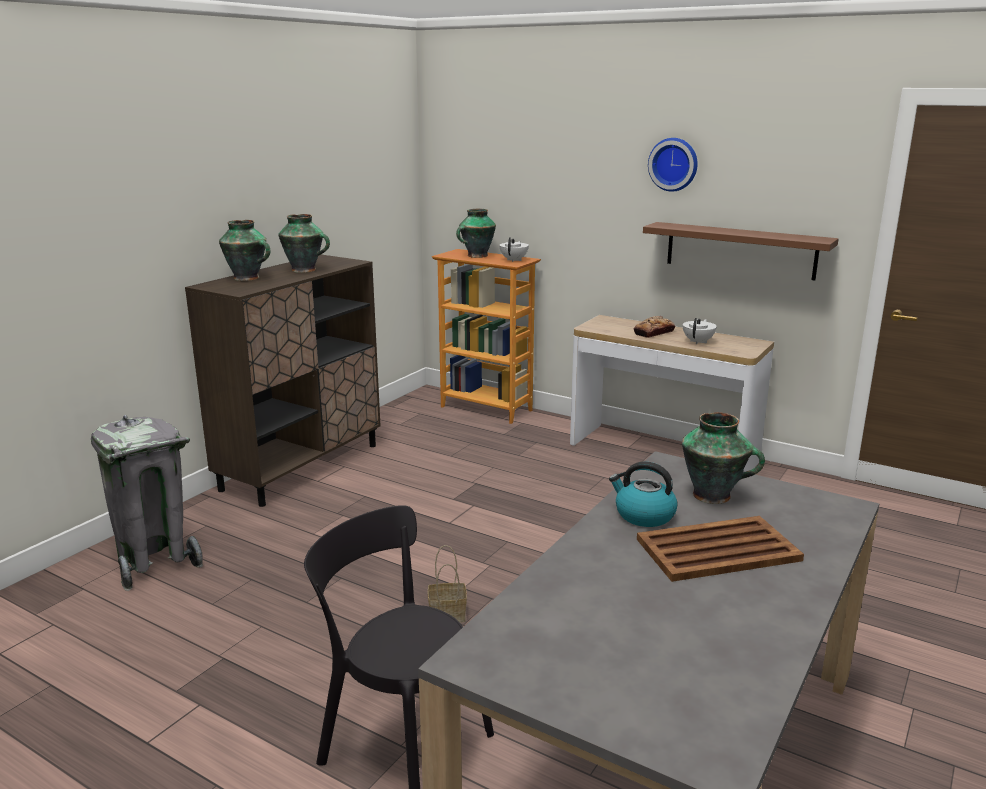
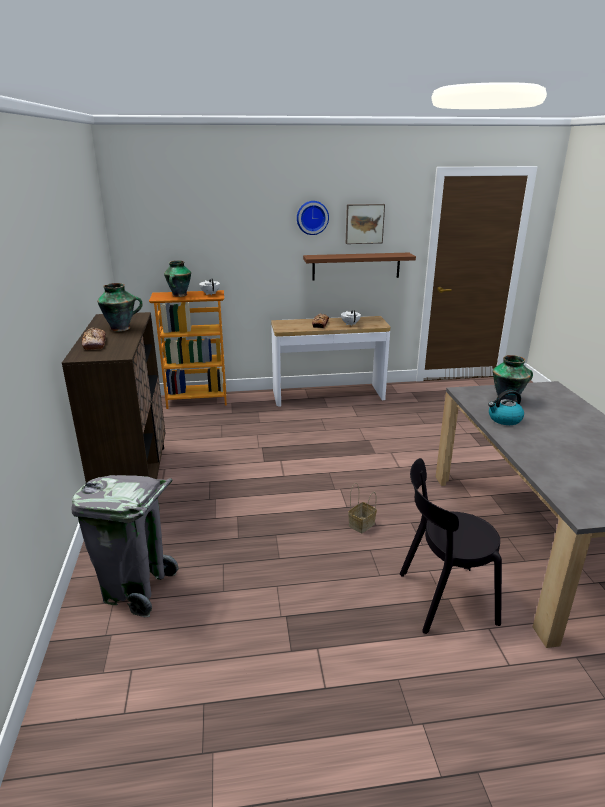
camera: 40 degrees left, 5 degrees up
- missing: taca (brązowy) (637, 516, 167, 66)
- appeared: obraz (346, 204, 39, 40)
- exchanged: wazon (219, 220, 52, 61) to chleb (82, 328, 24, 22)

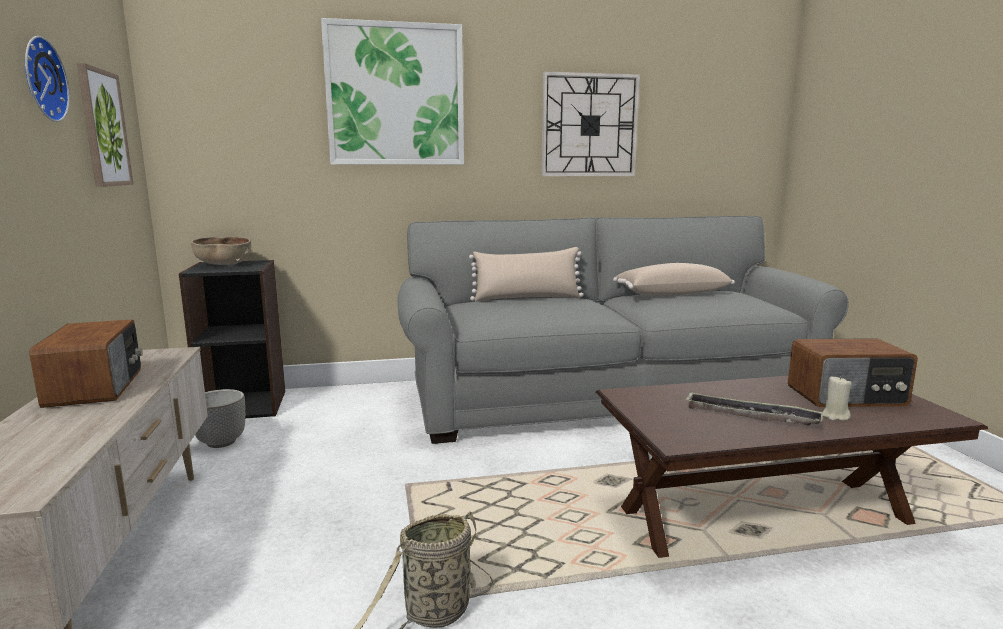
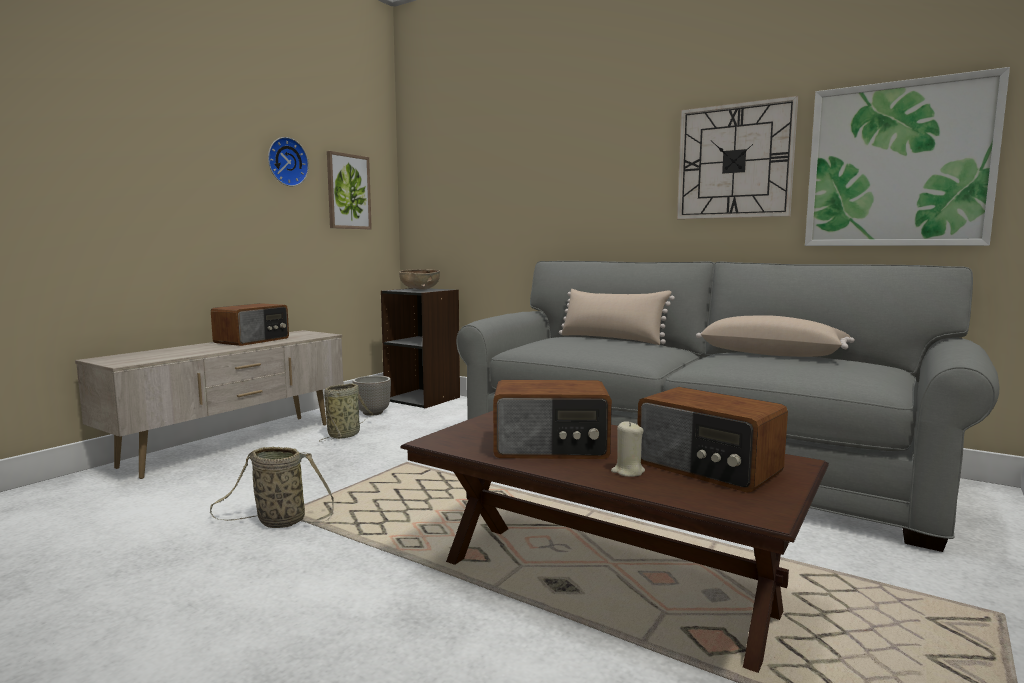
camera: 45 degrees right, 5 degrees down
- appeared: koszyk (319, 383, 54, 59)
- relocated: obraz (321, 18, 143, 147) to (805, 67, 205, 179)
- exchanged: taca (685, 392, 138, 34) to radio (493, 380, 119, 79)

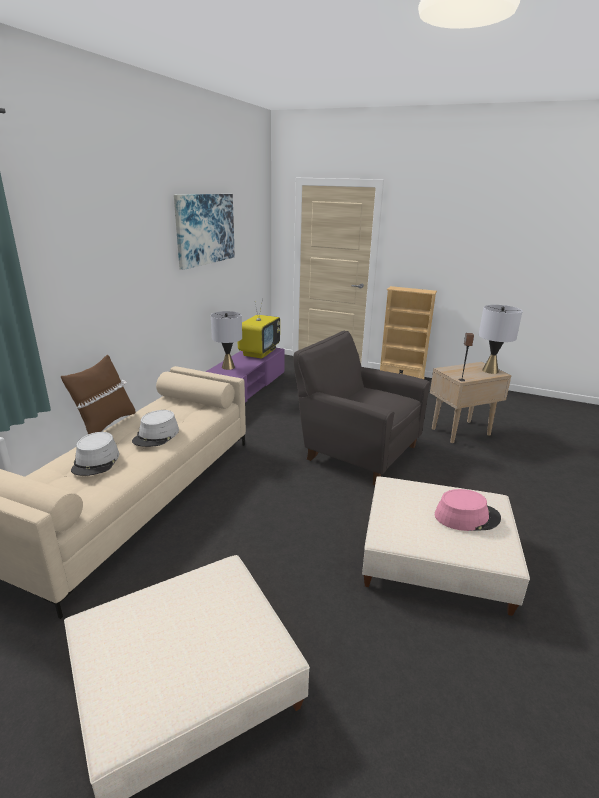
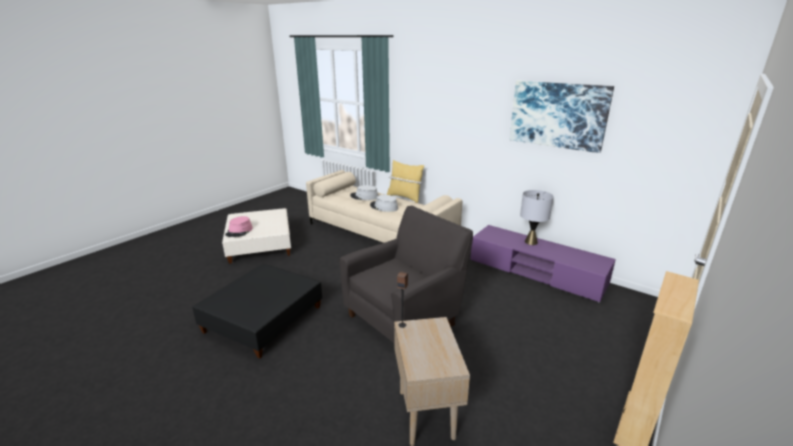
camera: 105 degrees right, 0 degrees up
- missing: telewizor (238, 298, 42, 61)
- missing: lampa stołowa (szary) (479, 305, 44, 69)
- relocated: kapelusz (różowy) (435, 489, 66, 42) to (225, 216, 28, 21)
- colour: poduszka (brązowy) (61, 355, 75, 79) to poduszka (żółty) (387, 160, 37, 43)
- colour: pufa (beżowy) (362, 477, 168, 139) to pufa (czarny) (192, 264, 130, 95)

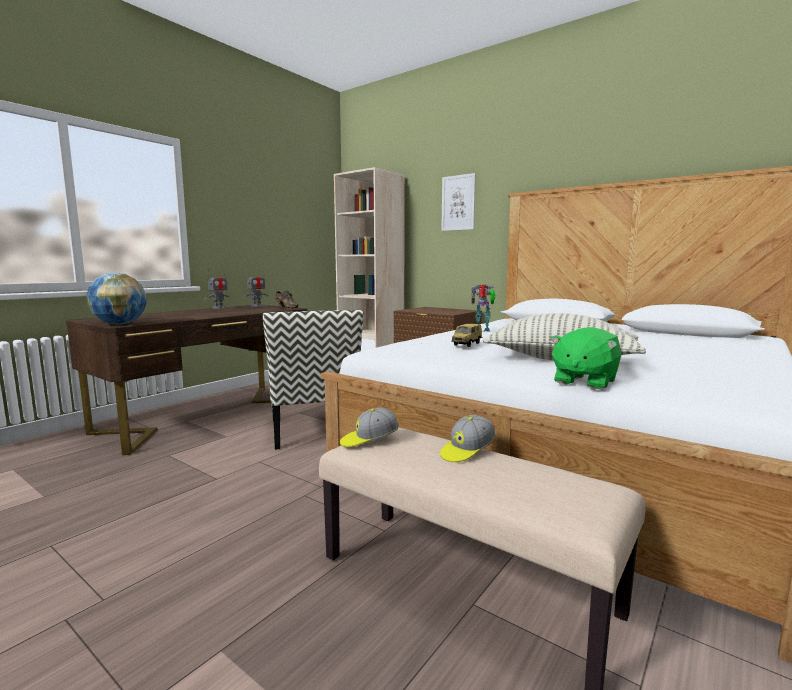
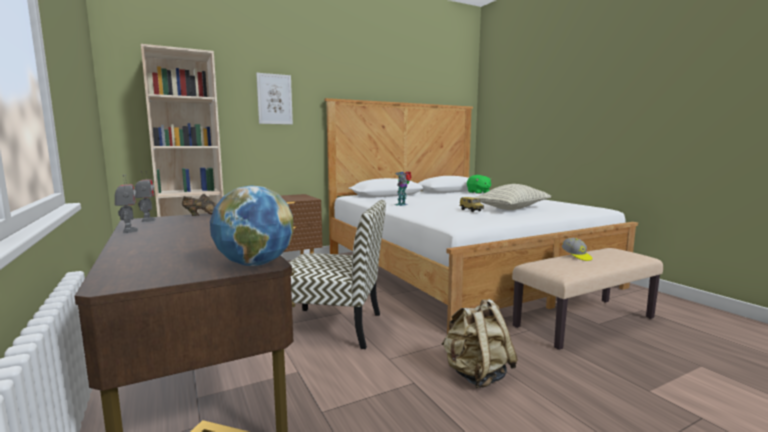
camera: 65 degrees left, 0 degrees up
- missing: czapka z daszkiem (340, 407, 59, 40)
- appeared: plecak (beżowy) (441, 299, 77, 89)
- relocated: pluszak (zielony) (550, 327, 72, 62) to (467, 175, 25, 19)

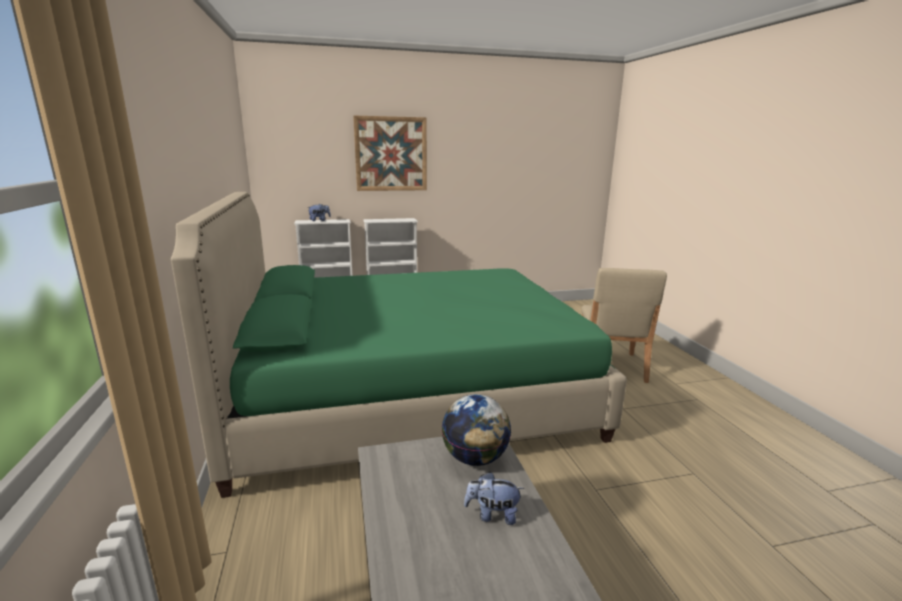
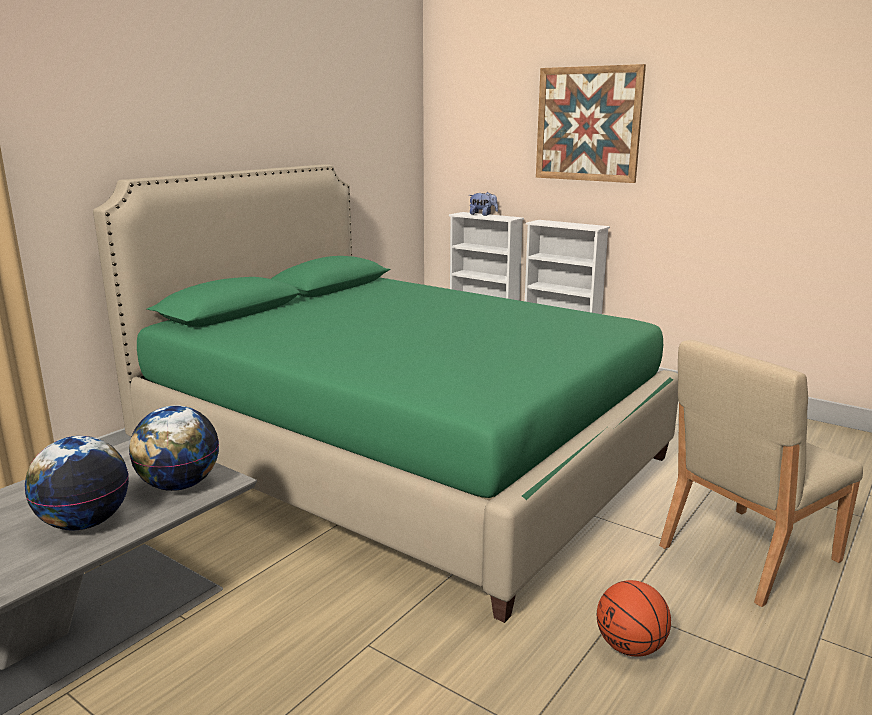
camera: 50 degrees right, 0 degrees up
- appeared: piłka do koszykówki (597, 580, 74, 77)
- exchanged: pluszak (464, 472, 60, 53) to globus (25, 436, 104, 95)

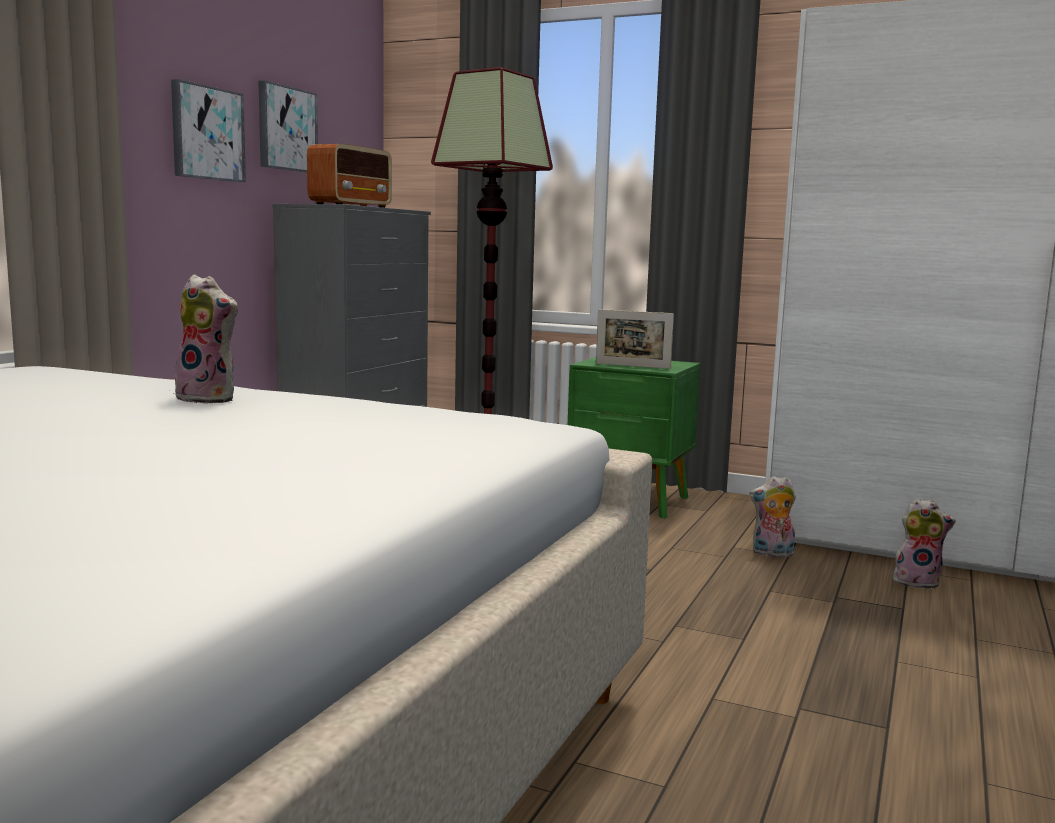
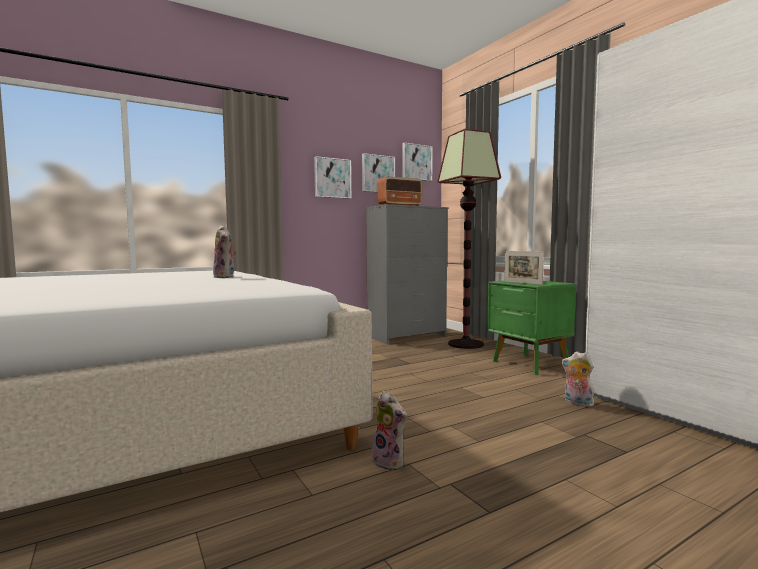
camera: 35 degrees right, 5 degrees down
- appeared: obraz (402, 143, 31, 38)
- relocated: pluszak (893, 498, 63, 91) to (372, 391, 35, 80)

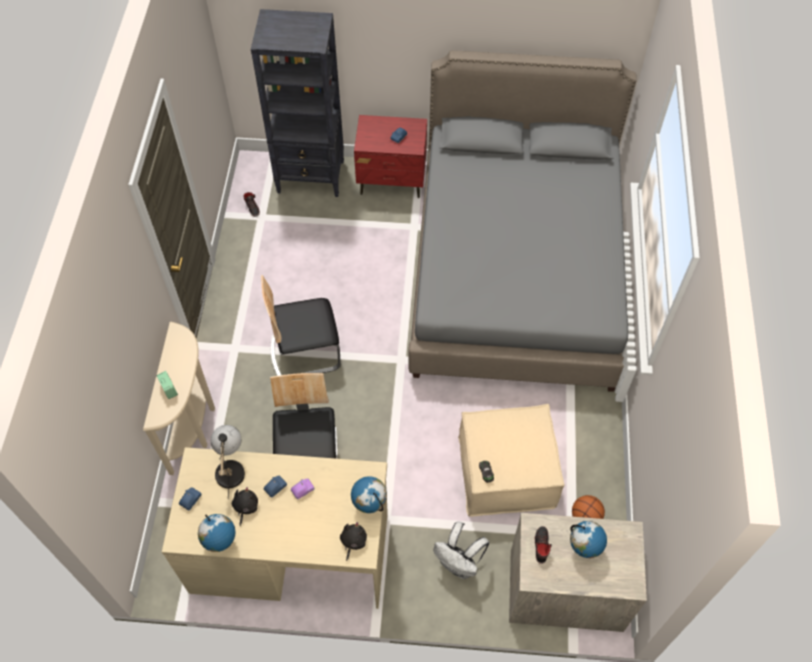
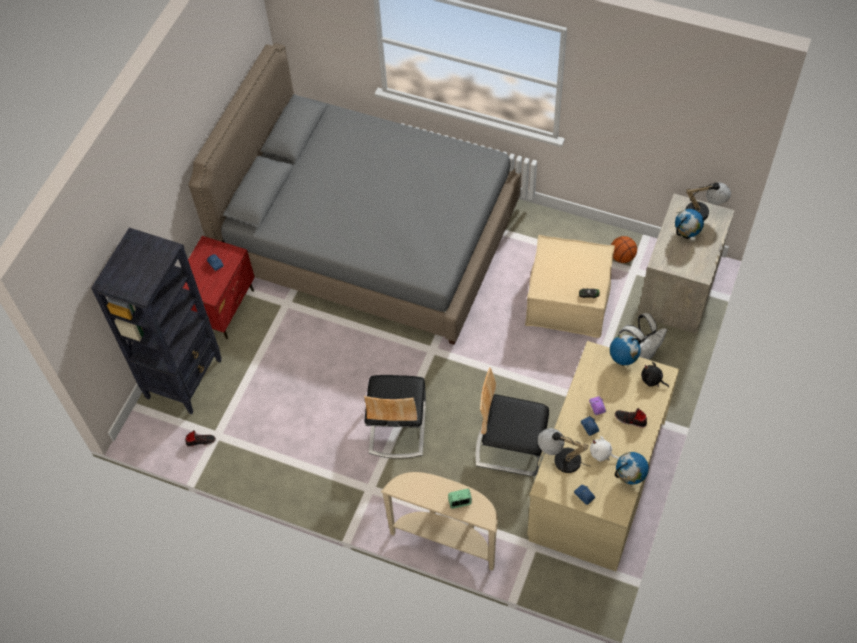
camera: 70 degrees left, 0 degrees up
- appeared: lampa stołowa (676, 182, 55, 38)
- relocated: but (czarny) (535, 526, 17, 38) to (615, 408, 32, 20)
- colour: pluszak (czarny) (232, 487, 26, 39) to pluszak (biały) (590, 436, 29, 25)

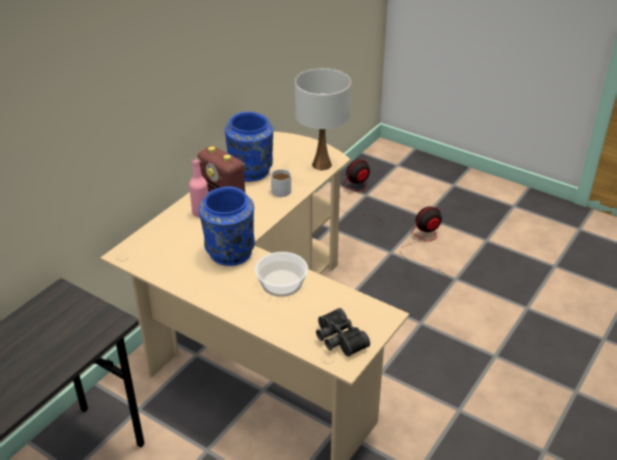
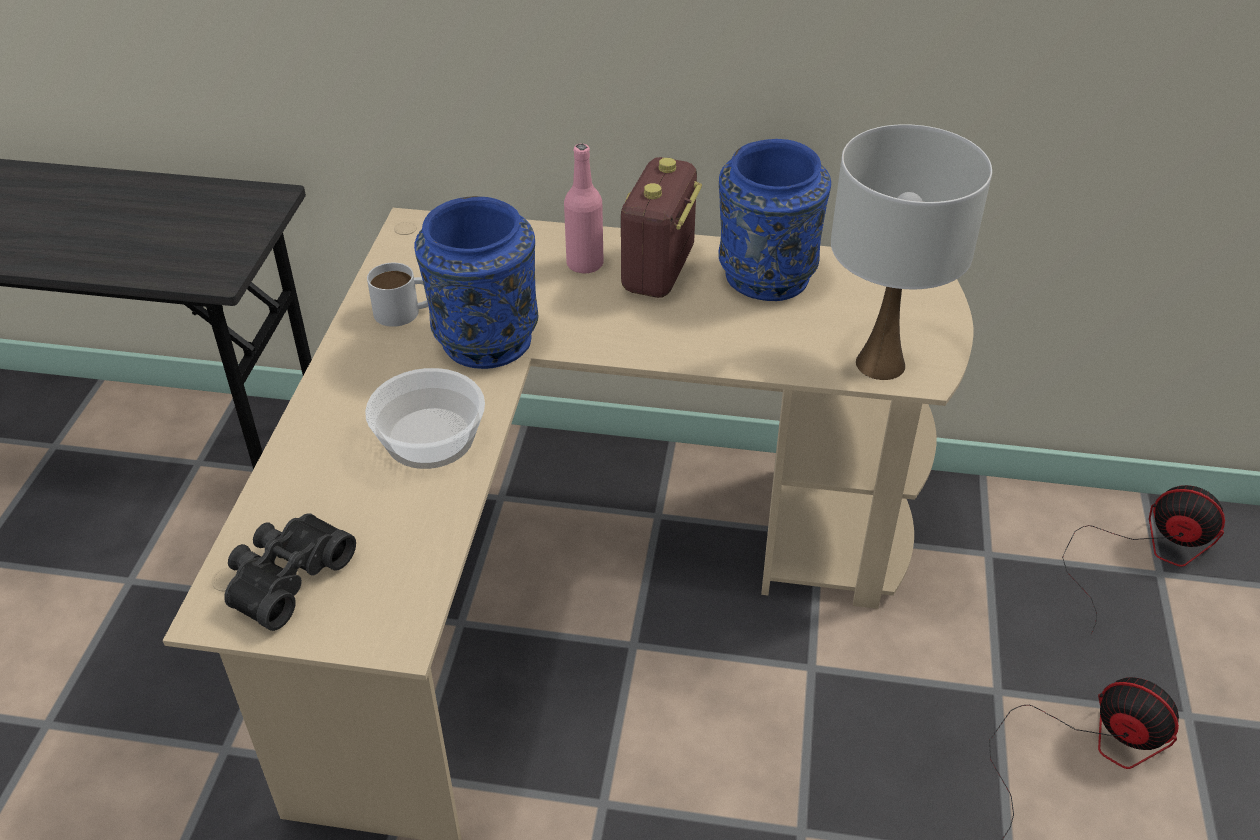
camera: 65 degrees right, 5 degrees up
- relocated: kubek (biały) (271, 169, 20, 28) to (367, 263, 61, 64)

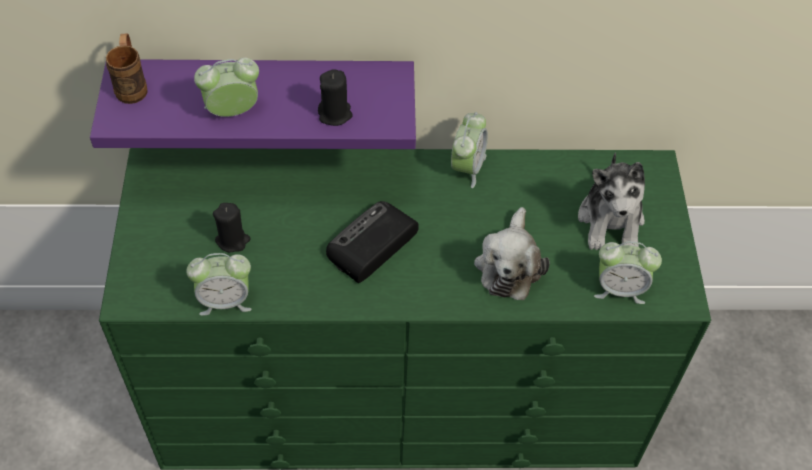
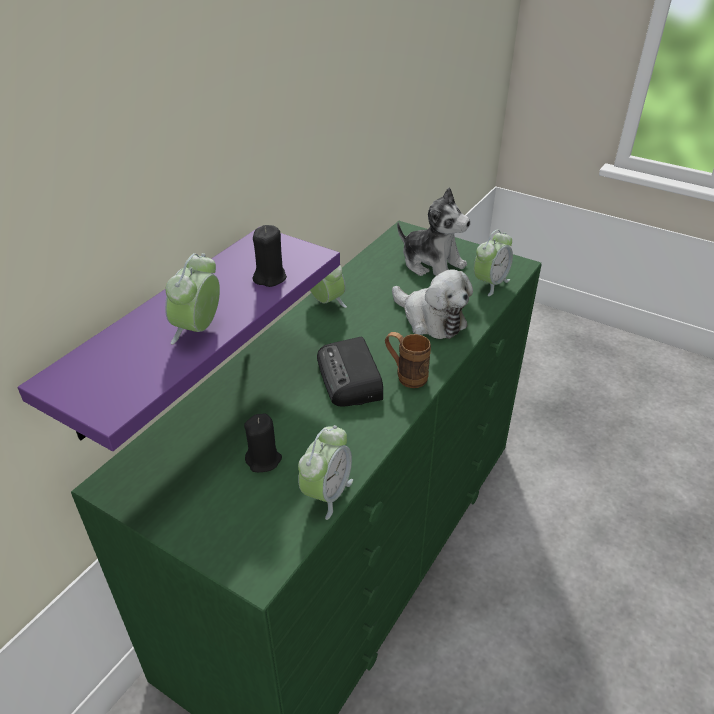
camera: 55 degrees left, 15 degrees down
- relocated: kubek (brązowy) (106, 34, 42, 70) to (385, 332, 46, 56)

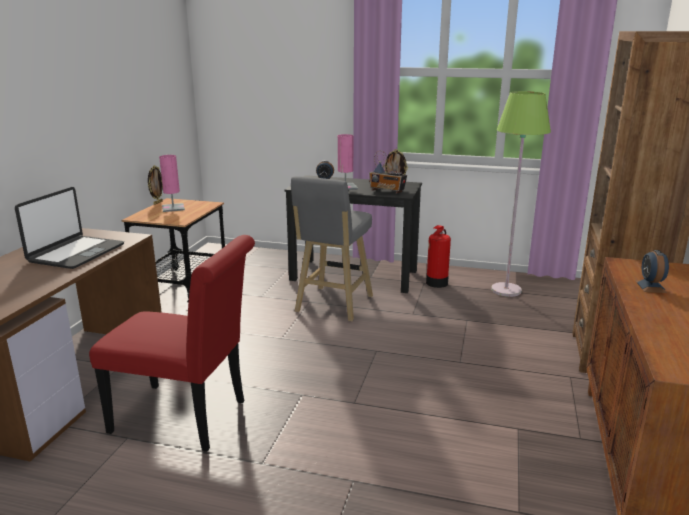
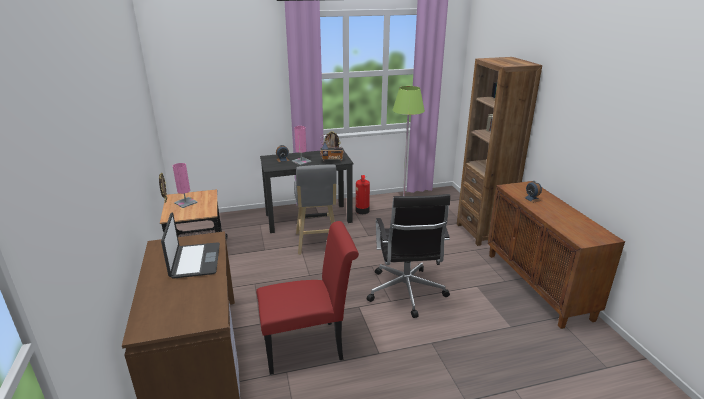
camera: 30 degrees left, 5 degrees up
- appeared: krzesło biurowe (czarny) (367, 194, 83, 124)

